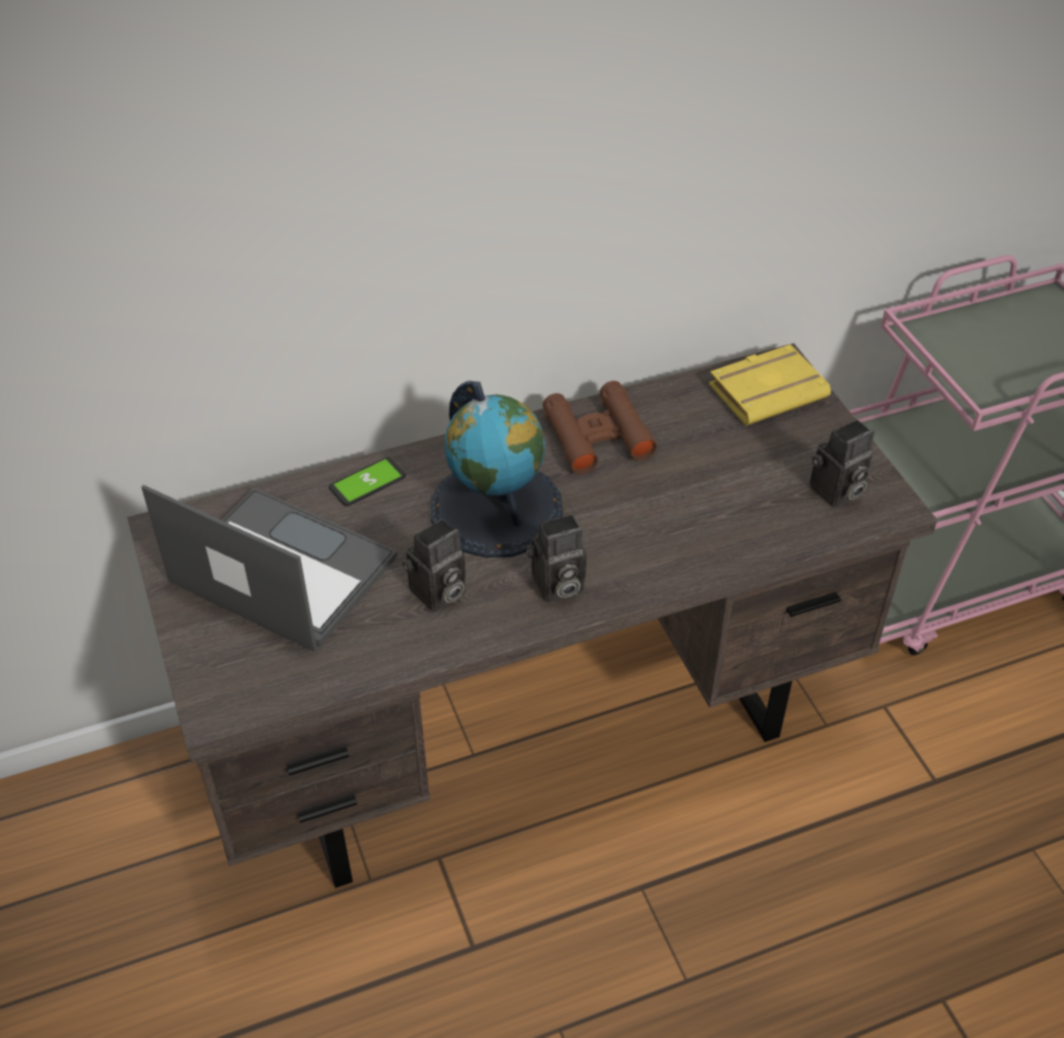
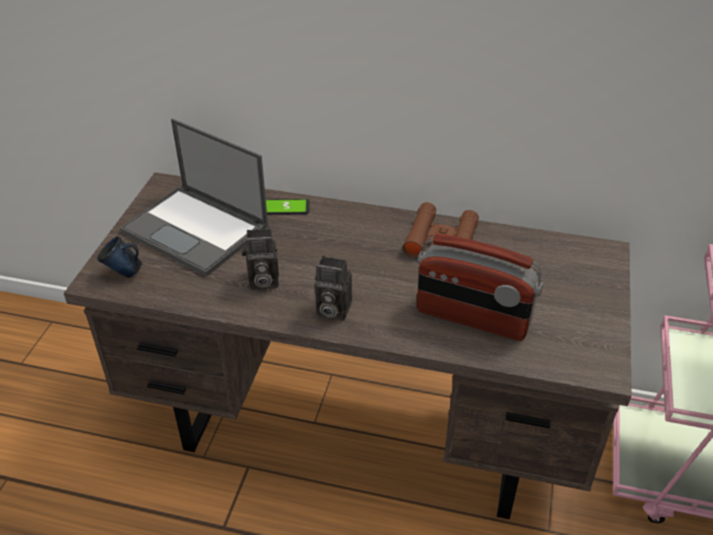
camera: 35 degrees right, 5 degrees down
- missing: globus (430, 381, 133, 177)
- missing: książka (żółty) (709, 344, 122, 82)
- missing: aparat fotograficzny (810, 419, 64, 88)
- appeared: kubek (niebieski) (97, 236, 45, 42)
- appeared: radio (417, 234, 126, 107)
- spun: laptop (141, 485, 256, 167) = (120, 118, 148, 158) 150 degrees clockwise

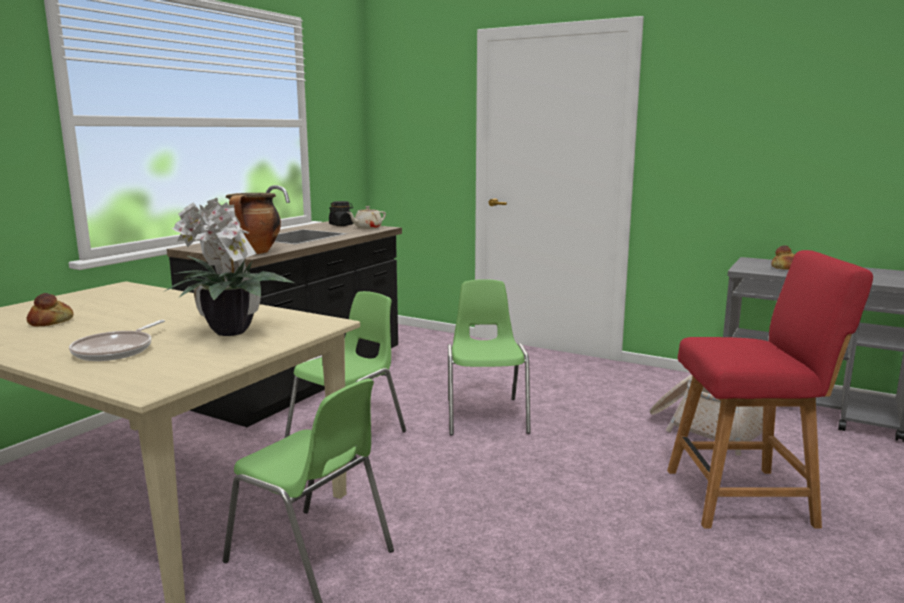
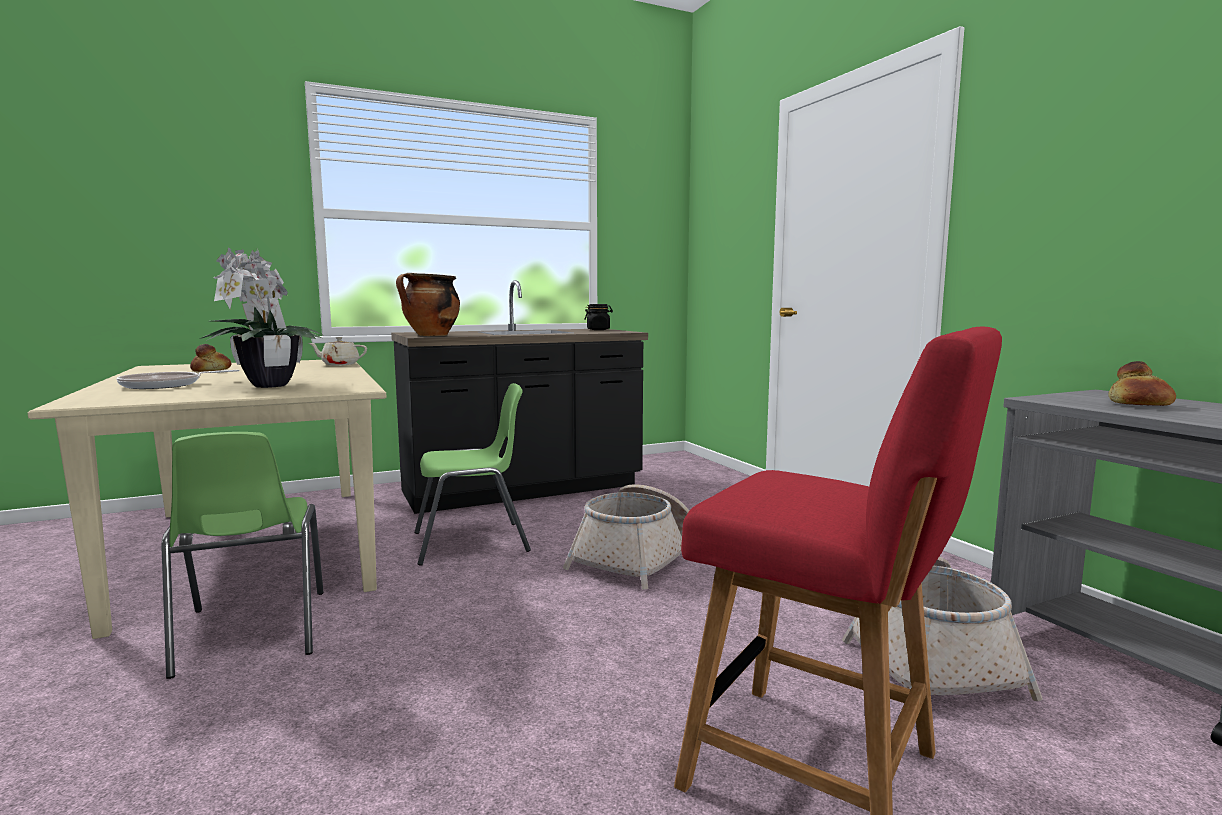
camera: 35 degrees right, 5 degrees down
- relocated: imbryk (beżowy) (347, 206, 39, 23) to (309, 337, 58, 29)
- exchanged: krzesło (zielony) (448, 279, 83, 157) to koszyk (563, 484, 126, 106)

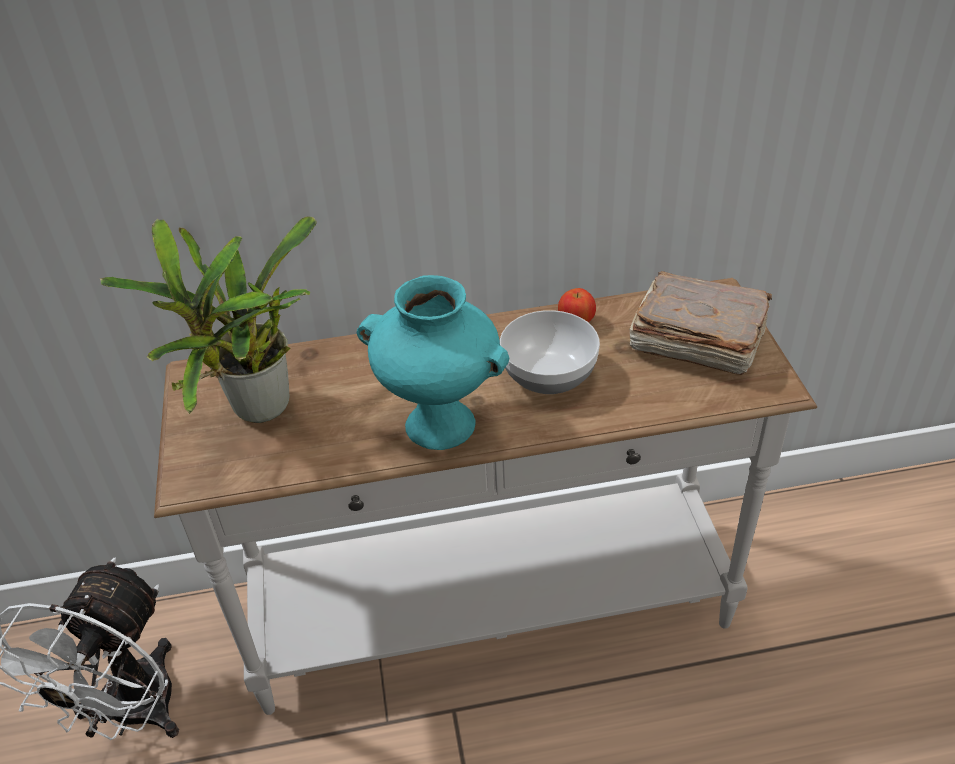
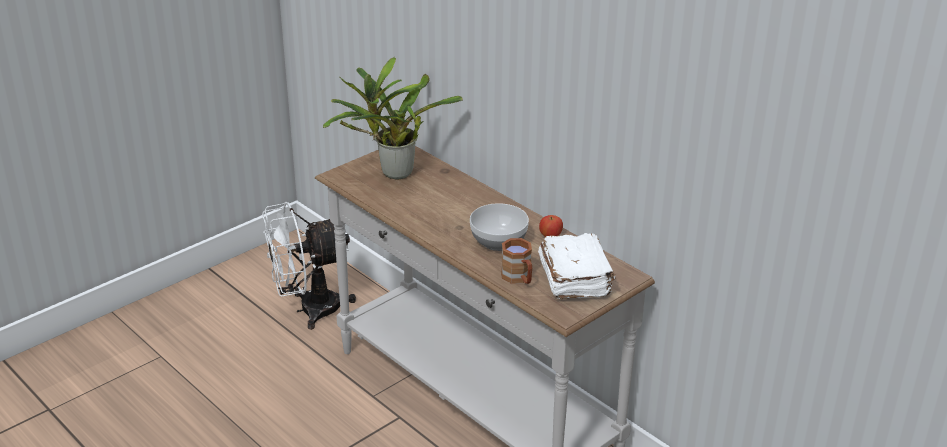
camera: 55 degrees right, 10 degrees down
- missing: wazon (turkusowy) (356, 275, 153, 175)
- appeared: kubek (brązowy) (501, 238, 31, 46)
- colour: książka (brązowy) (629, 271, 143, 104) to książka (biały) (538, 233, 78, 66)

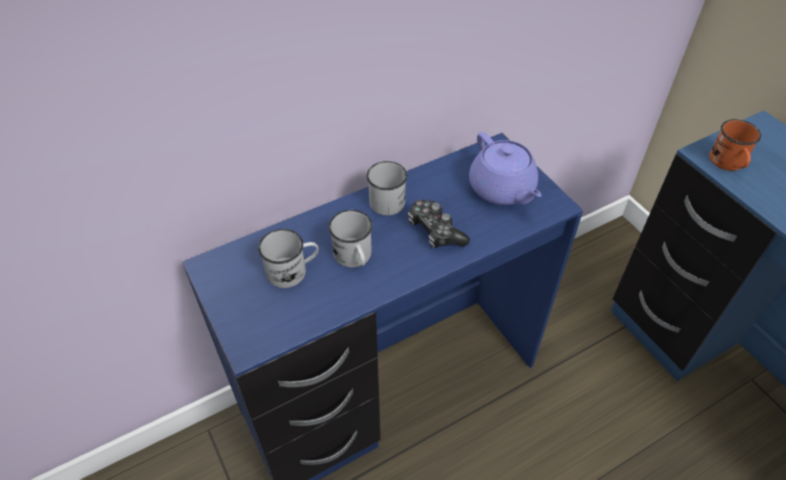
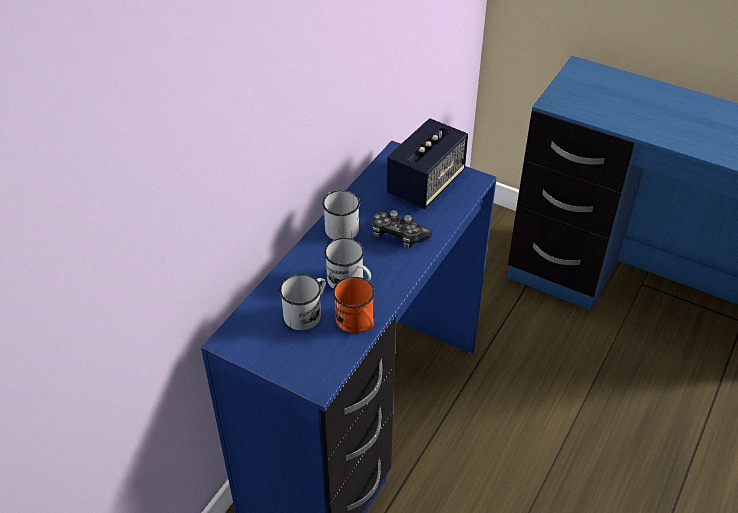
camera: 30 degrees left, 5 degrees down
- relocated: kubek (pomarańczowy) (709, 119, 52, 52) to (333, 277, 42, 56)
- exchanged: imbryk (fioletowy) (469, 132, 72, 73) to głośnik (387, 118, 81, 91)

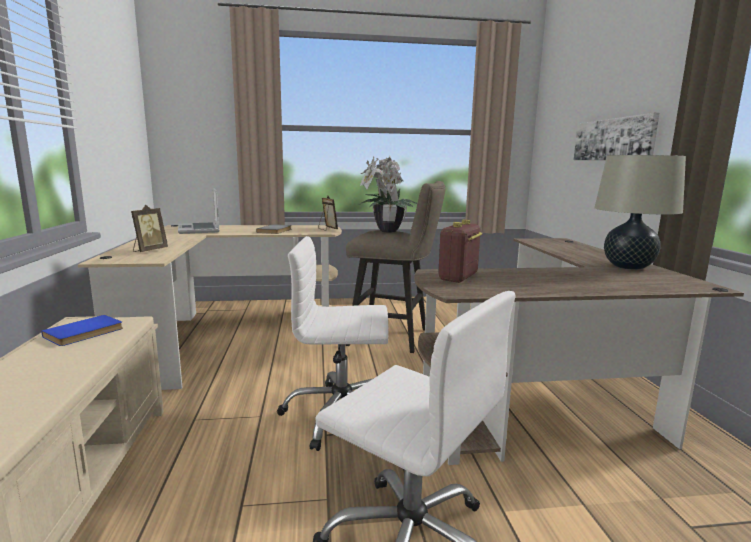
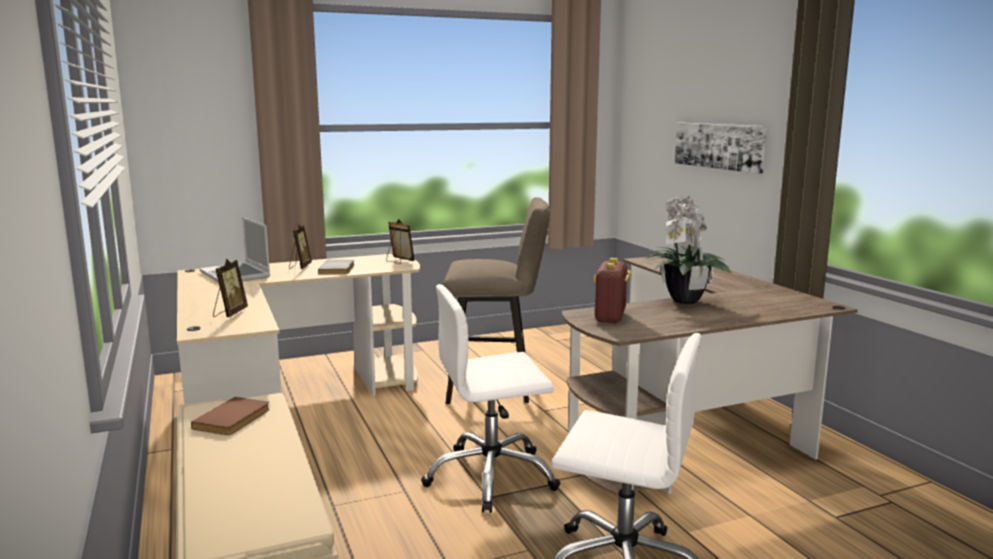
camera: 15 degrees left, 0 degrees up
- missing: lampa stołowa (beżowy) (594, 155, 92, 115)
- appeared: ramka na zdjęcie (289, 224, 23, 45)
- relocated: roślina doniczkowa (359, 156, 58, 76) to (641, 196, 91, 108)
- colour: książka (niebieski) (41, 315, 82, 31) to książka (brązowy) (191, 397, 79, 38)

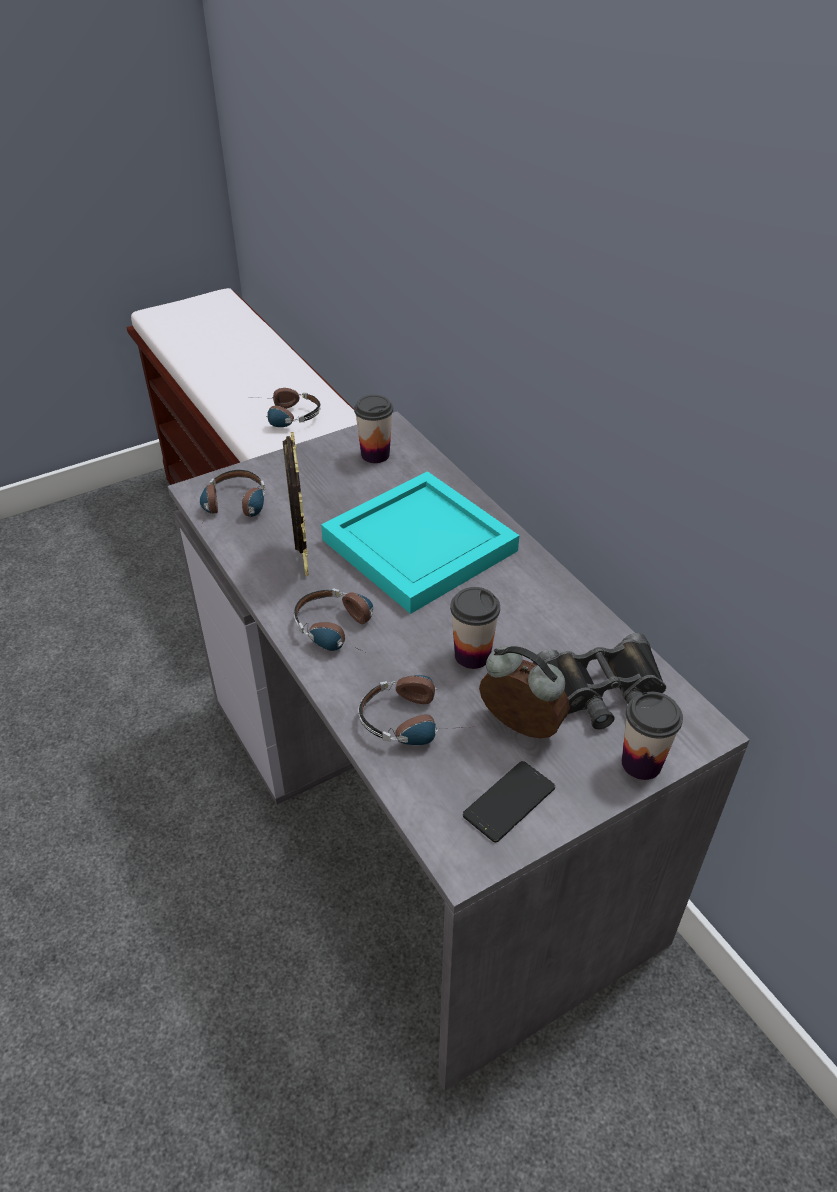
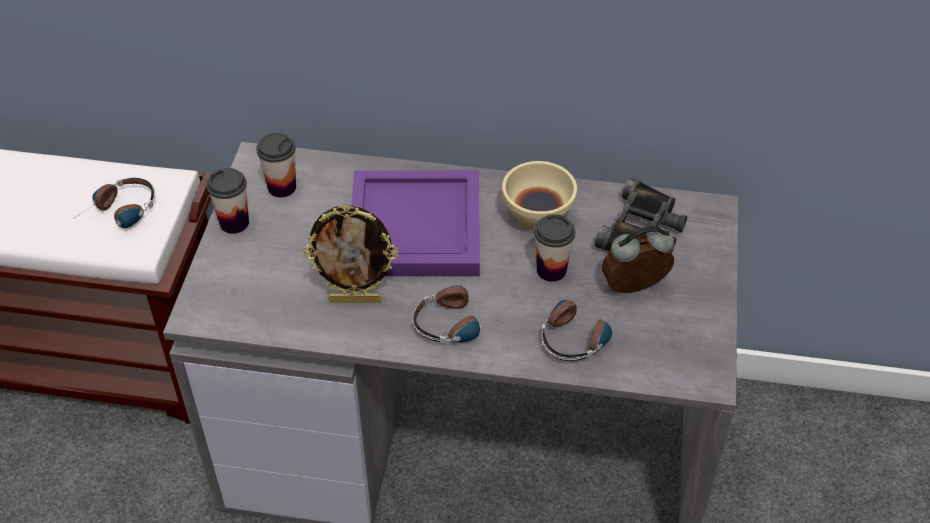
camera: 50 degrees left, 5 degrees up
- missing: słuchawki (200, 470, 65, 56)
- missing: telefon (463, 761, 92, 81)
- appeared: miska (beżowy) (502, 161, 75, 71)
- relocated: filiżanka (622, 692, 61, 88) to (206, 168, 43, 66)
- colour: taca (turkusowy) (321, 471, 198, 143) to taca (fioletowy) (351, 170, 129, 106)
- spun: ramka na zdjęcie (283, 432, 26, 144) = (303, 205, 96, 98) 150 degrees clockwise

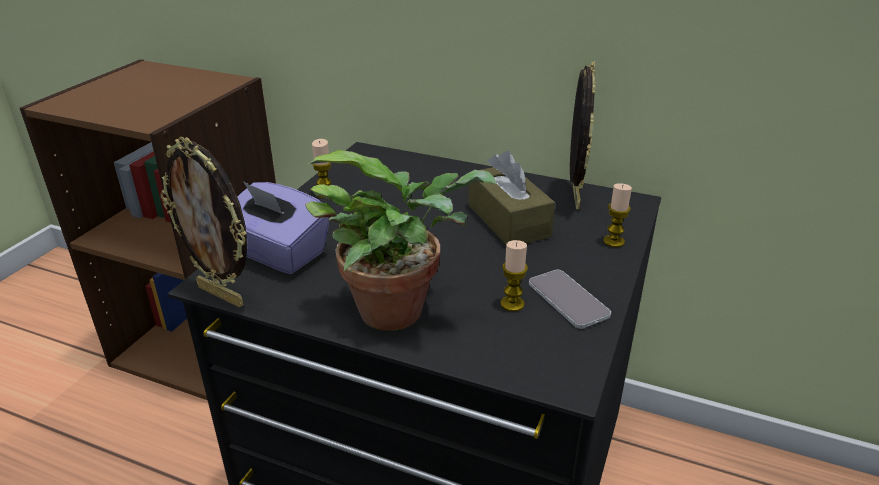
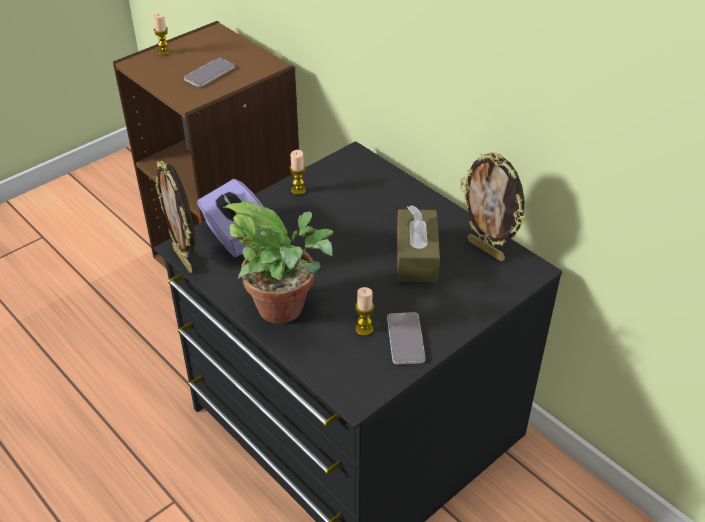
camera: 25 degrees right, 10 degrees up
- appeared: telefon (184, 58, 51, 29)
- relocated: świeca (603, 183, 29, 64) to (153, 13, 18, 43)
- spun: ramka na zdjęcie (570, 61, 26, 148) = (460, 152, 66, 109) 105 degrees clockwise

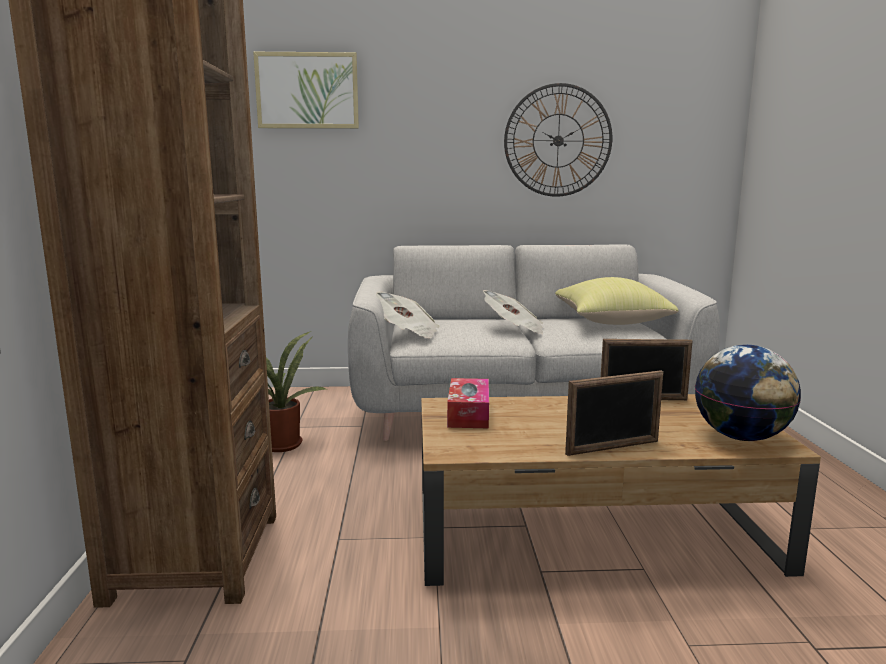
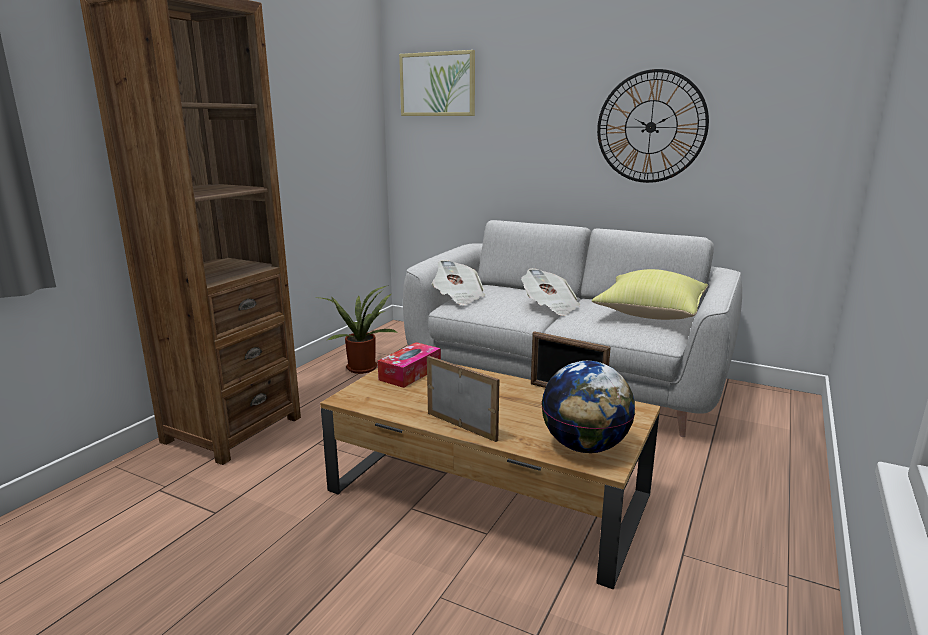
camera: 30 degrees right, 5 degrees up
- spun: ramka na zdjęcie (565, 370, 98, 86) = (427, 356, 73, 86) 150 degrees counterclockwise

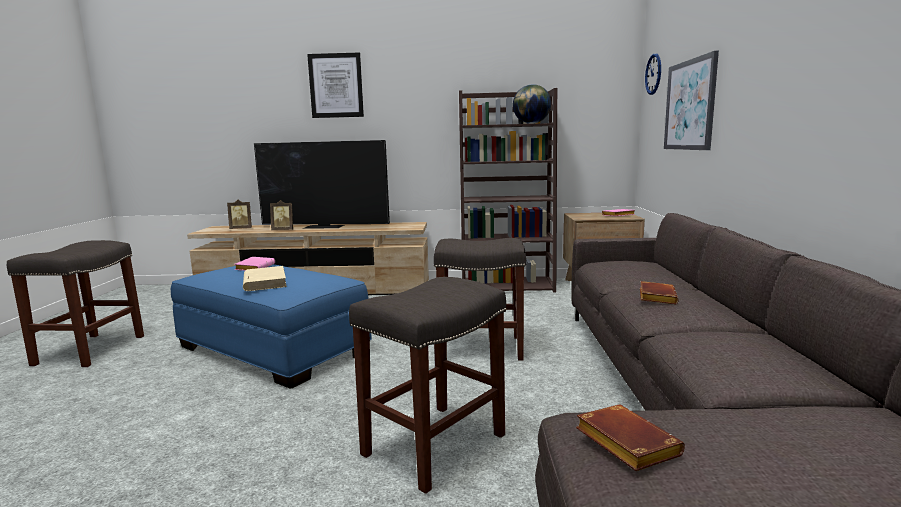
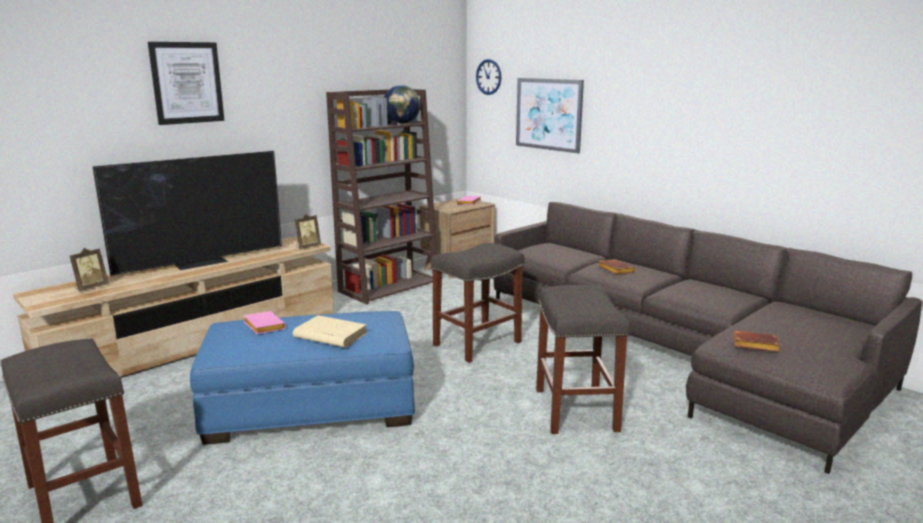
camera: 45 degrees left, 5 degrees up
- relocated: ramka na zdjęcie (270, 200, 23, 30) to (295, 214, 26, 35)

